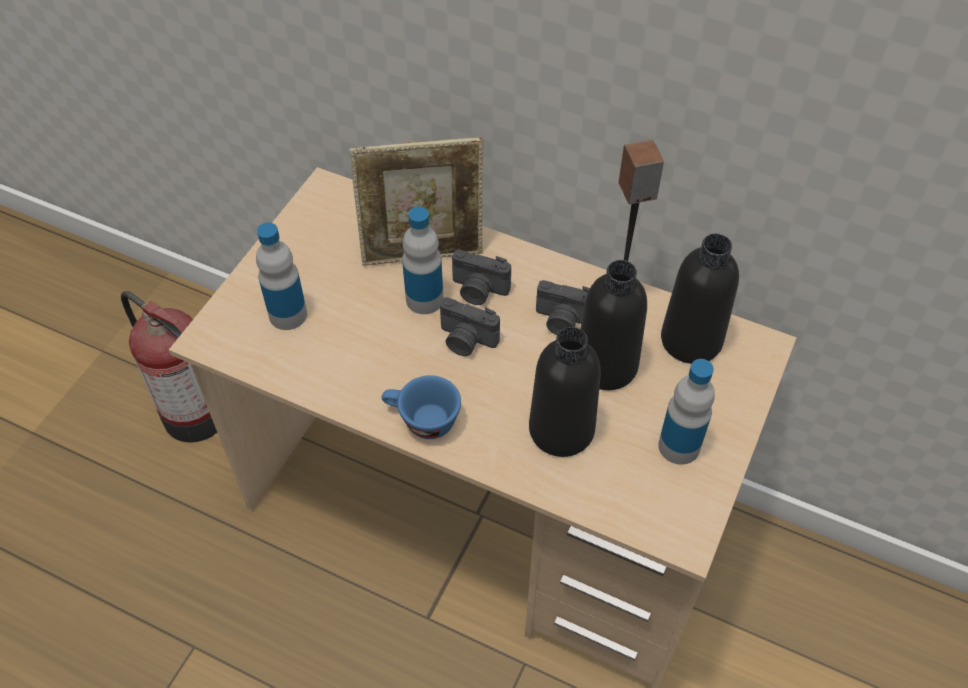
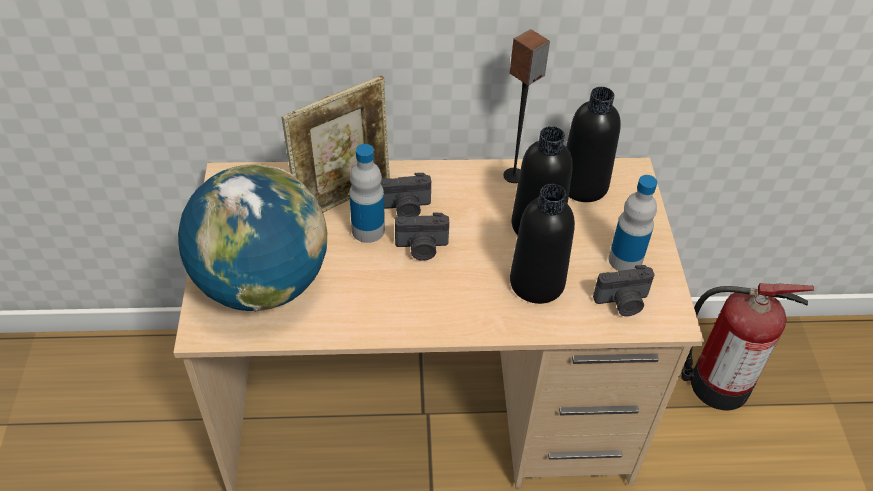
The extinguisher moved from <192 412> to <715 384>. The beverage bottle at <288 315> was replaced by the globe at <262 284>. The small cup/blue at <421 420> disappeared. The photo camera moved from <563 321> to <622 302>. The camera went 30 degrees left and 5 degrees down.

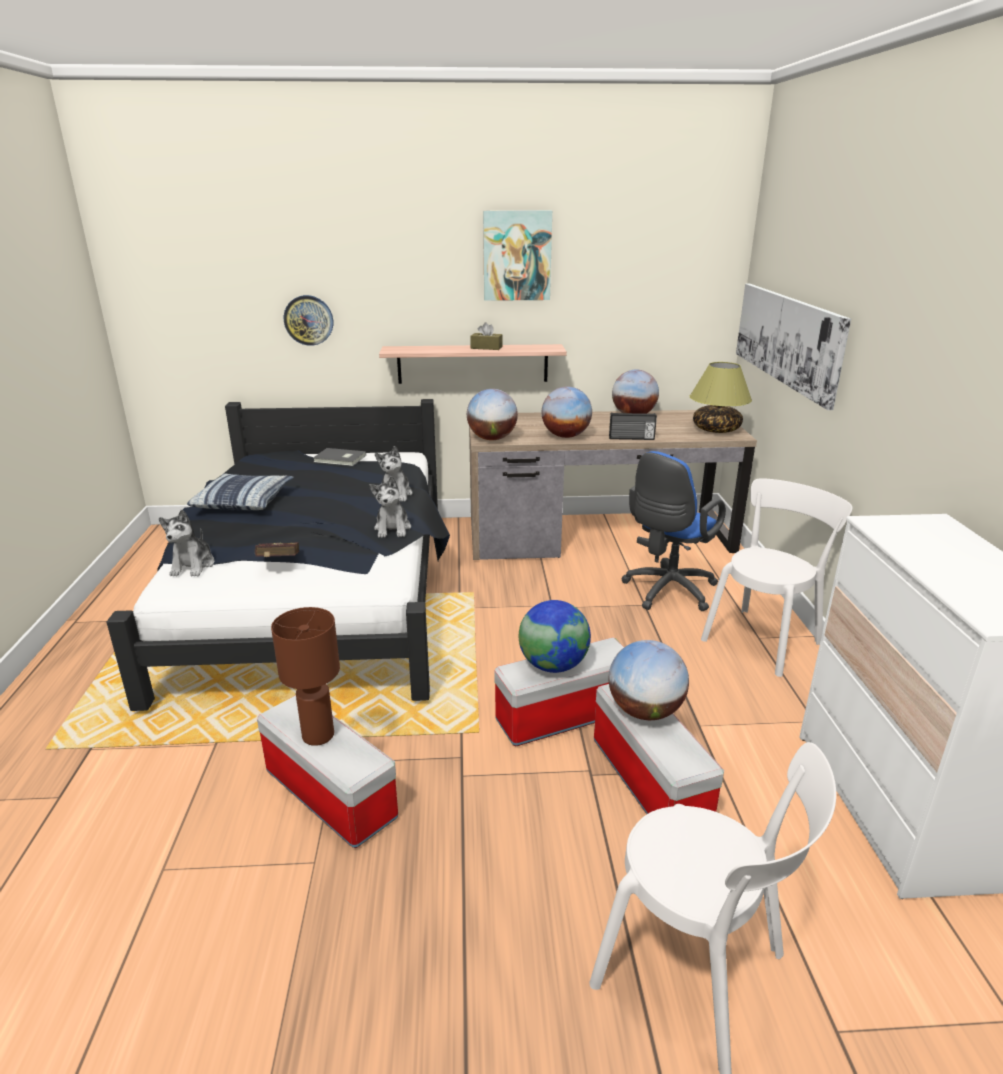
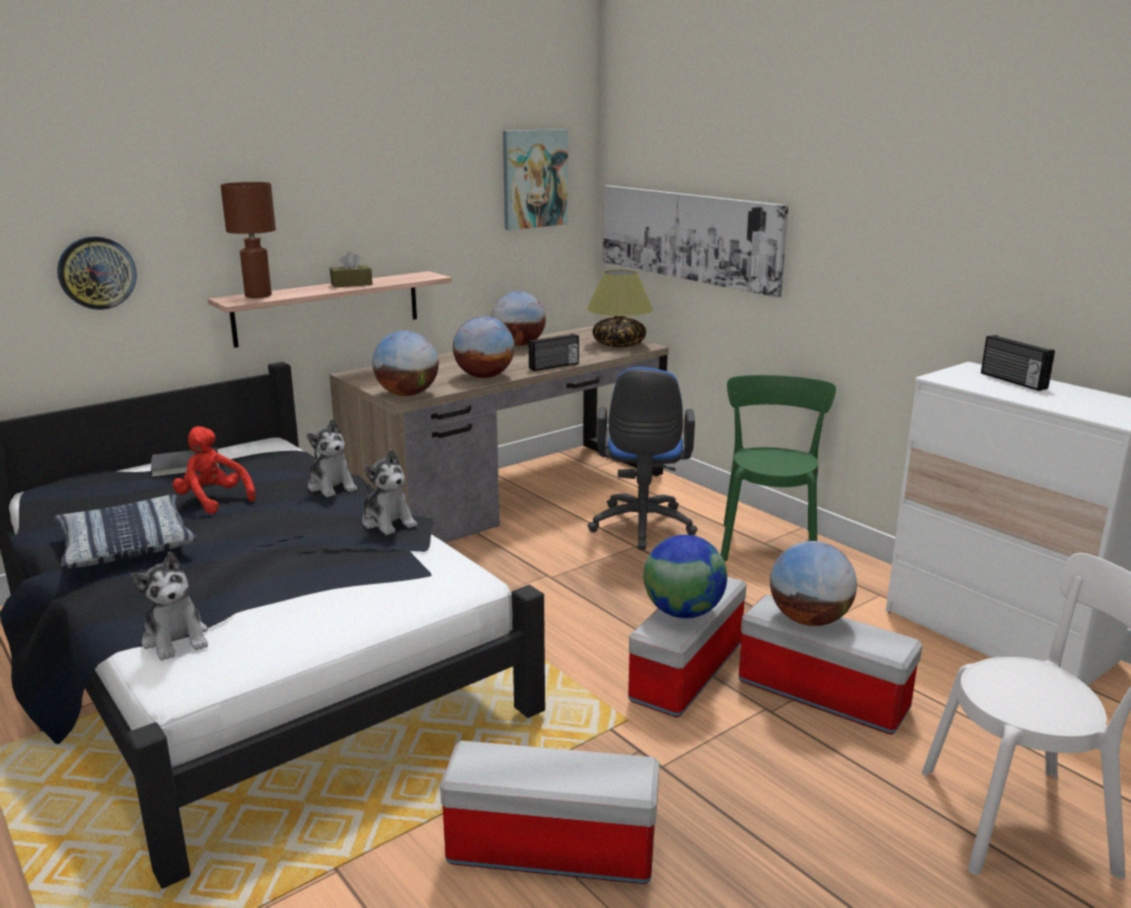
The book/red at <278 564> disappeared. The lamp for a table/brownish moved from <317 736> to <258 296>. The picture moved from <517 256> to <534 179>. The plain chair/whitish at <763 639> became the plain chair/green at <768 542>. The soft toy/red at <213 501> appeared. The radio at <1012 381> appeared. The camera went 35 degrees left and 5 degrees down.

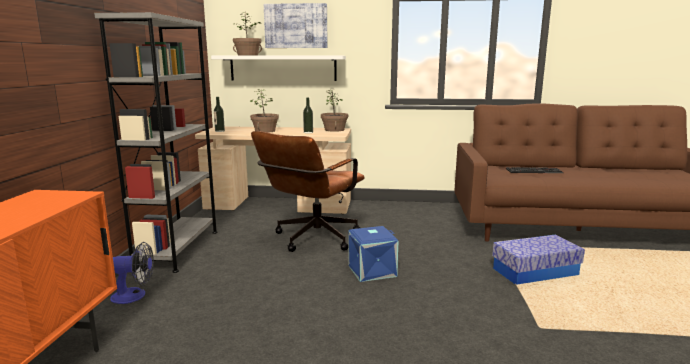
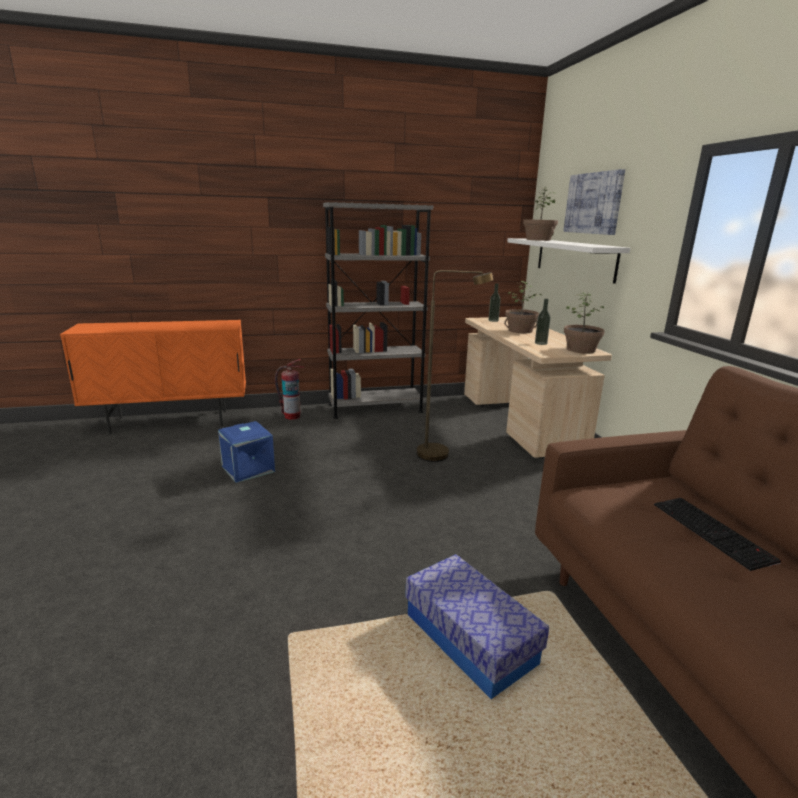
The cooling fan at <134 296> was replaced by the extinguisher at <292 416>. The office chair/brownish at <312 240> was replaced by the standing lamp/brownish at <442 455>. The storage container/blue moved from <372 271> to <247 469>. The camera went 70 degrees right and 5 degrees up.

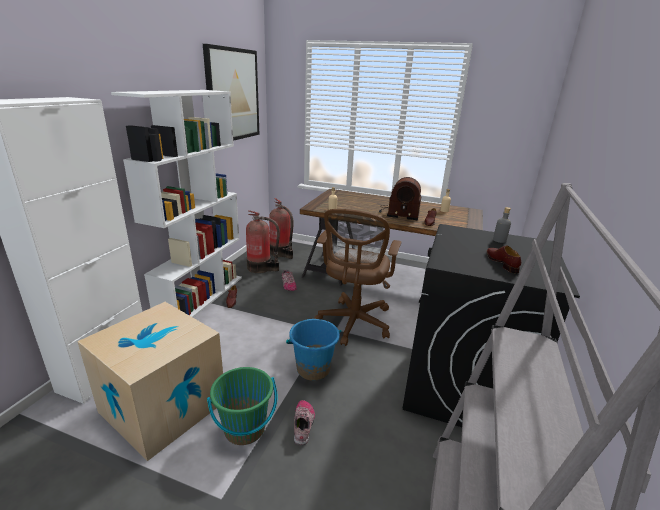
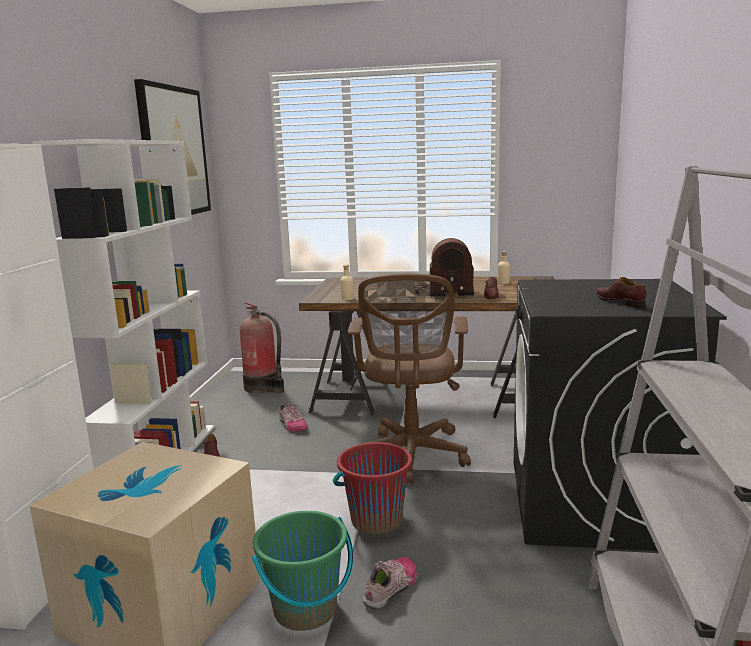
The extinguisher at <261 268> disappeared. The bucket/blue at <313 369> became the bucket/red at <376 520>. The low shoe at <303 424> turned 45 degrees clockwise. The beverage bottle/greyish at <499 240> disappeared. The camera went 10 degrees left and 10 degrees down.

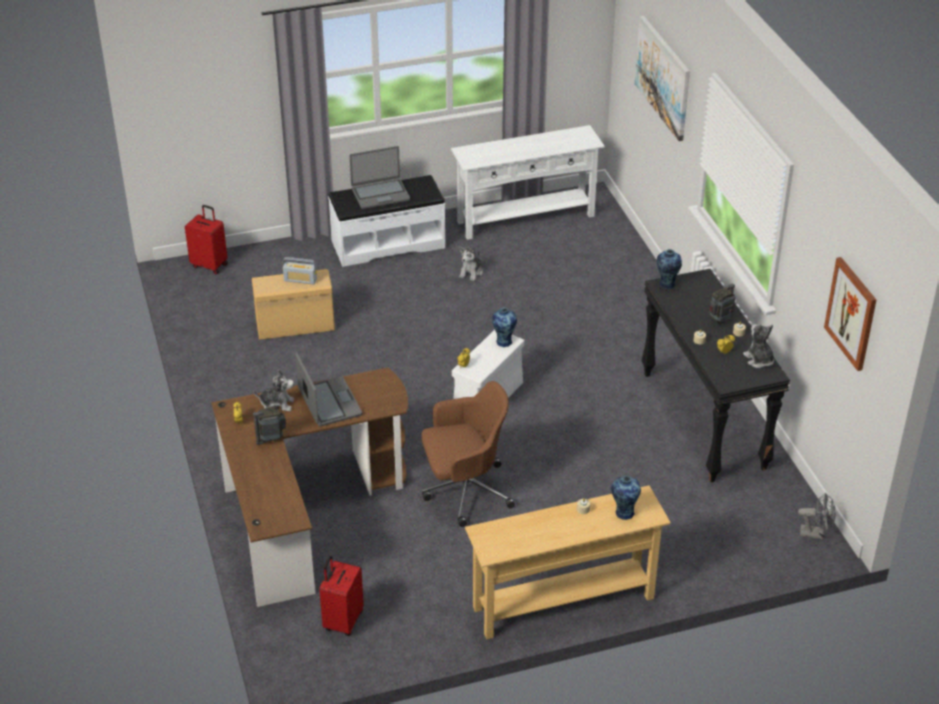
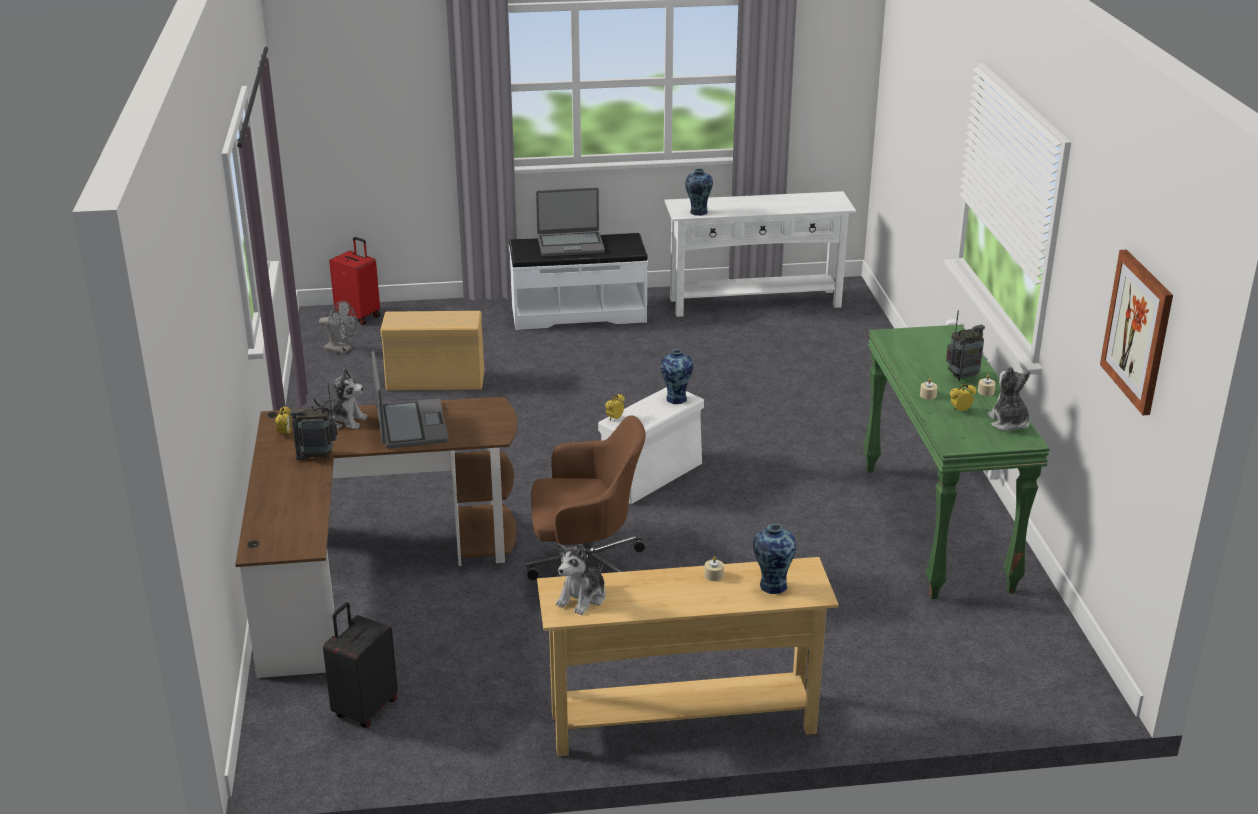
The radio at <300 280> disappeared. The piece of luggage/red at <342 621> became the piece of luggage/black at <364 709>. The soft toy moved from <471 272> to <582 598>. The picture at <663 77> disappeared. The console table/black at <704 420> became the console table/green at <938 527>. The decorative vase moved from <666 284> to <698 212>. The cooling fan/greyish moved from <816 533> to <341 350>. The camera went 10 degrees right and 10 degrees down.

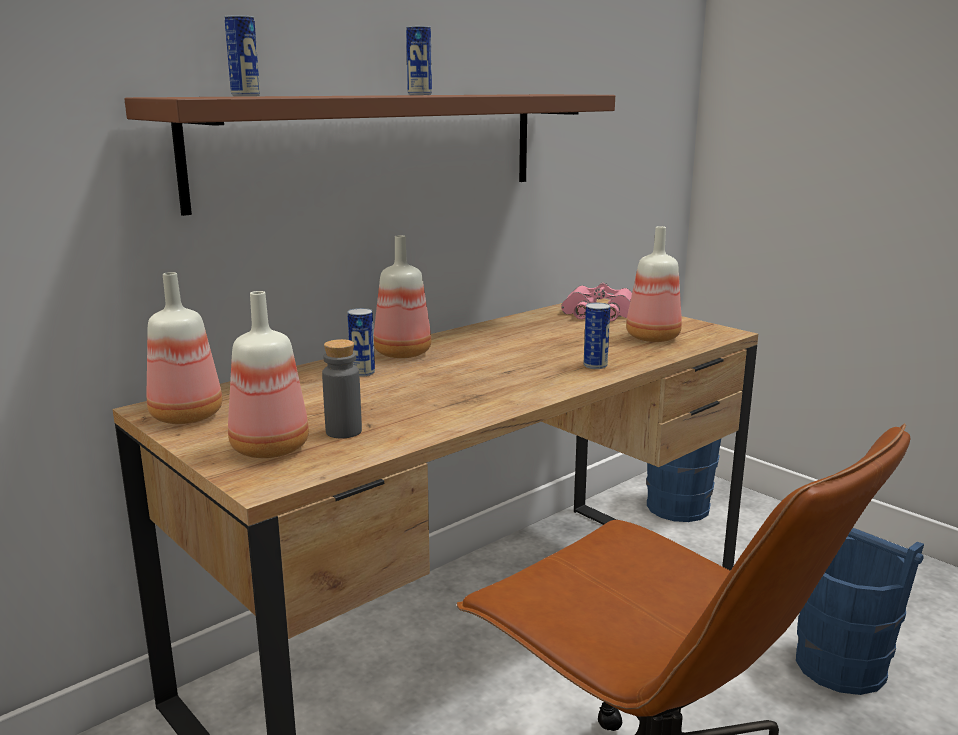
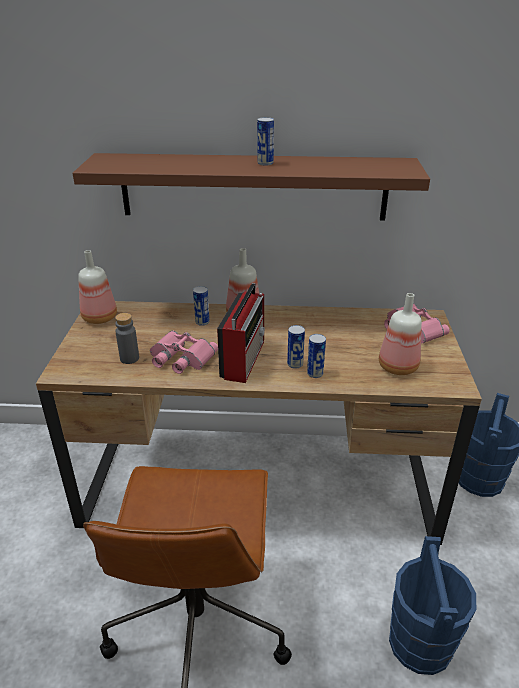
The can moved from <245 96> to <295 364>. The beverage bottle at <271 449> disappeared. The pair of binoculars/pinkish at <180 358> appeared. The radio at <244 358> appeared. The camera went 45 degrees right and 15 degrees up.

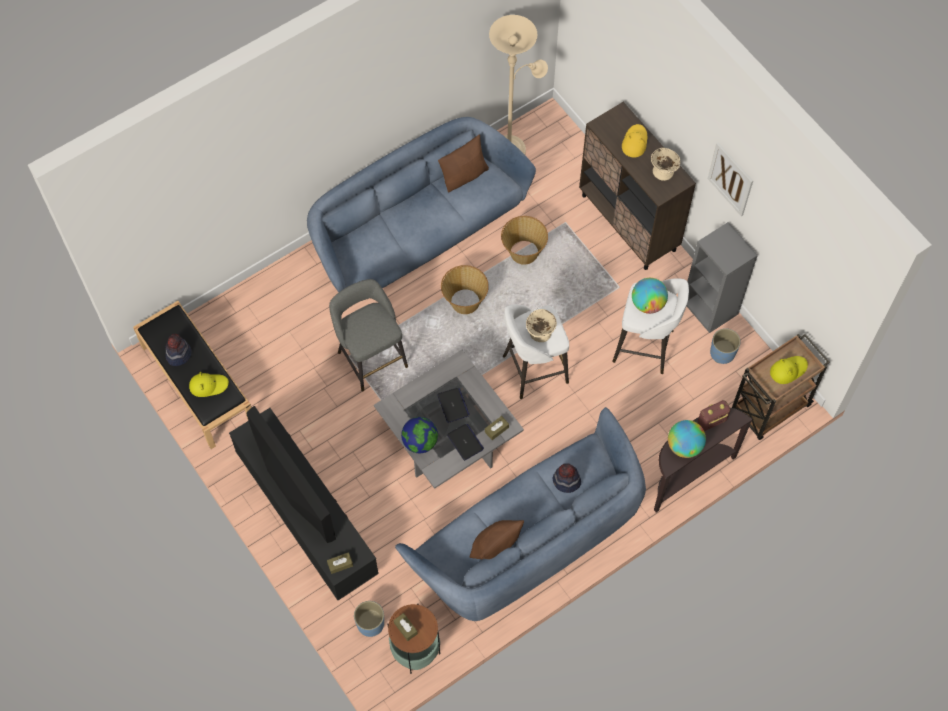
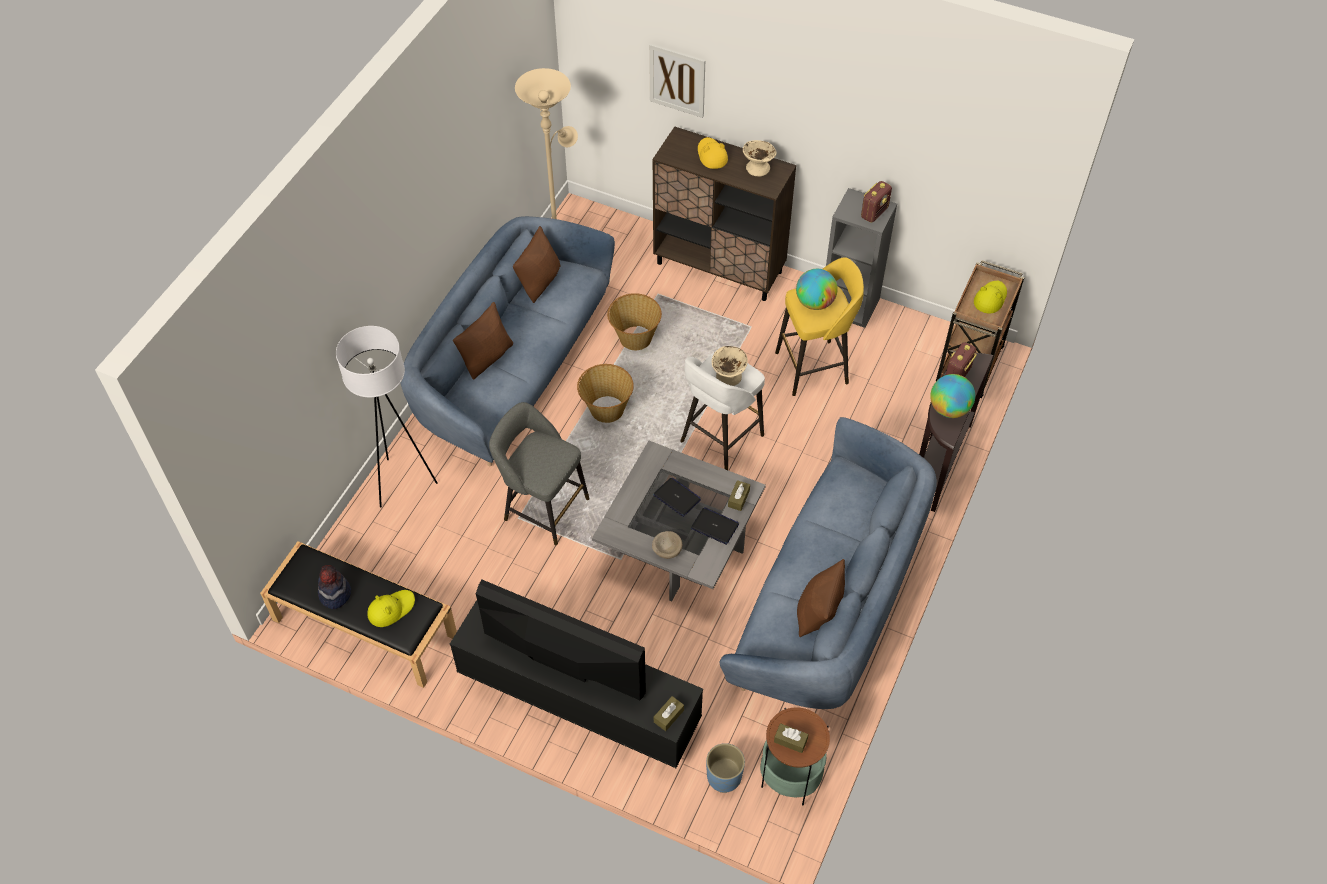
The globe at <420 442> was replaced by the deep dish/beige-coloured at <667 550>. The wearable hat at <566 481> disappeared. The sitting stool/whitish at <645 347> became the sitting stool/yellow at <814 367>. The picture moved from <730 179> to <677 80>. The planter/blue at <722 353> disappeared. The standing lamp/whitish at <402 483> appeared. The pillow/brownish at <487 357> appeared. The radio at <874 212> appeared. The camera went 30 degrees left and 10 degrees down.

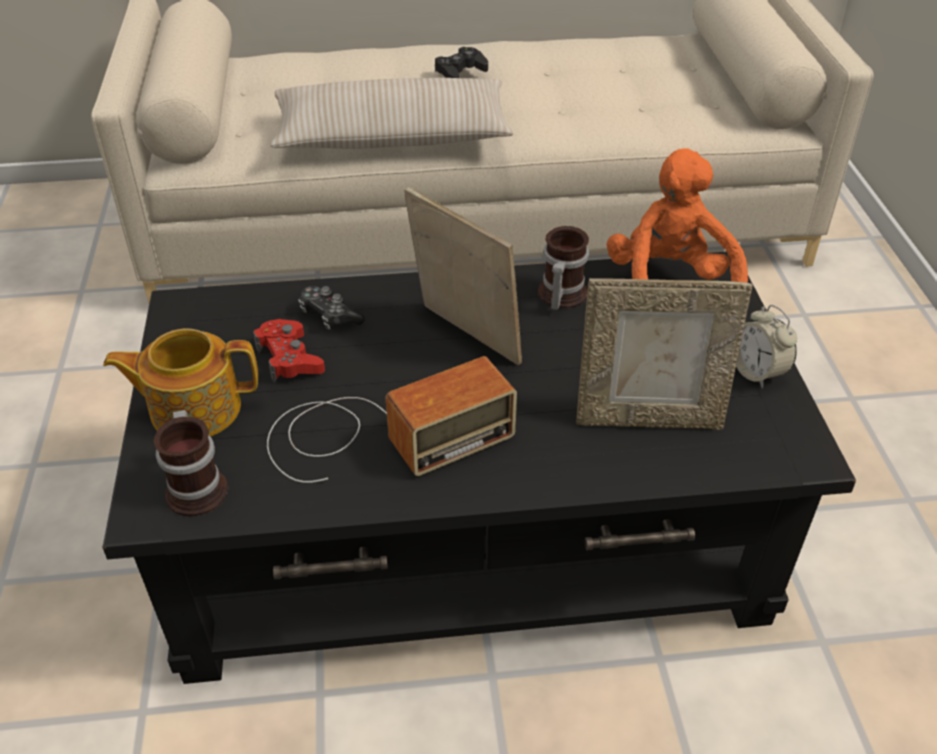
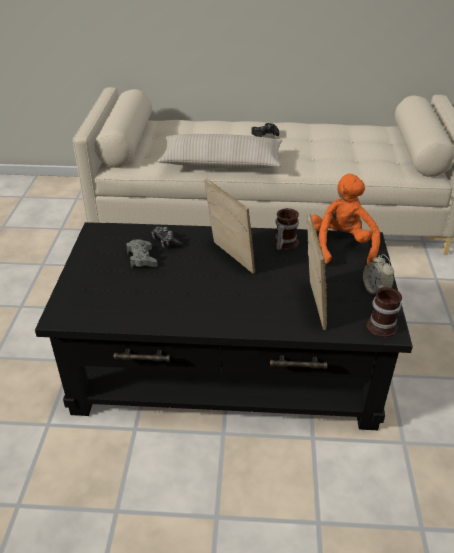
The tea pot at <193 408> disappeared. The mug moved from <199 486> to <382 324>. The game controller/red at <289 358> became the game controller/greyish at <142 258>. The radio at <379 435> disappeared. The photo frame at <649 418> turned 105 degrees counterclockwise. The camera went 10 degrees right and 5 degrees down.

